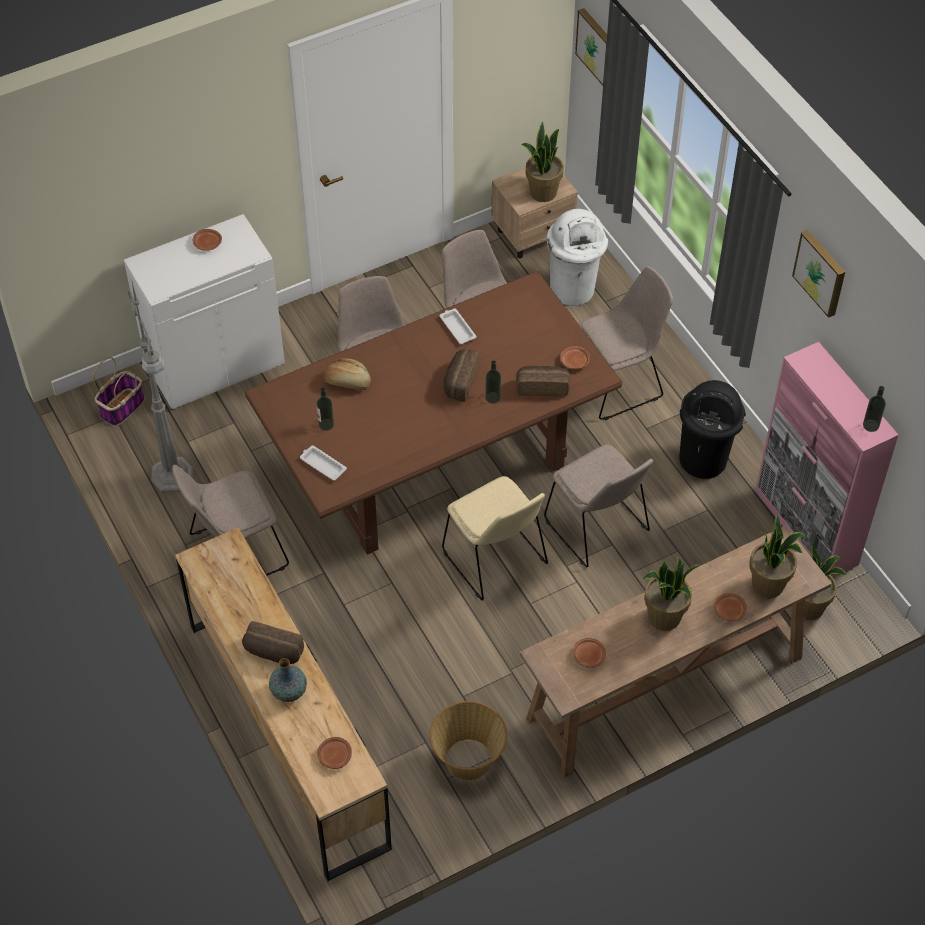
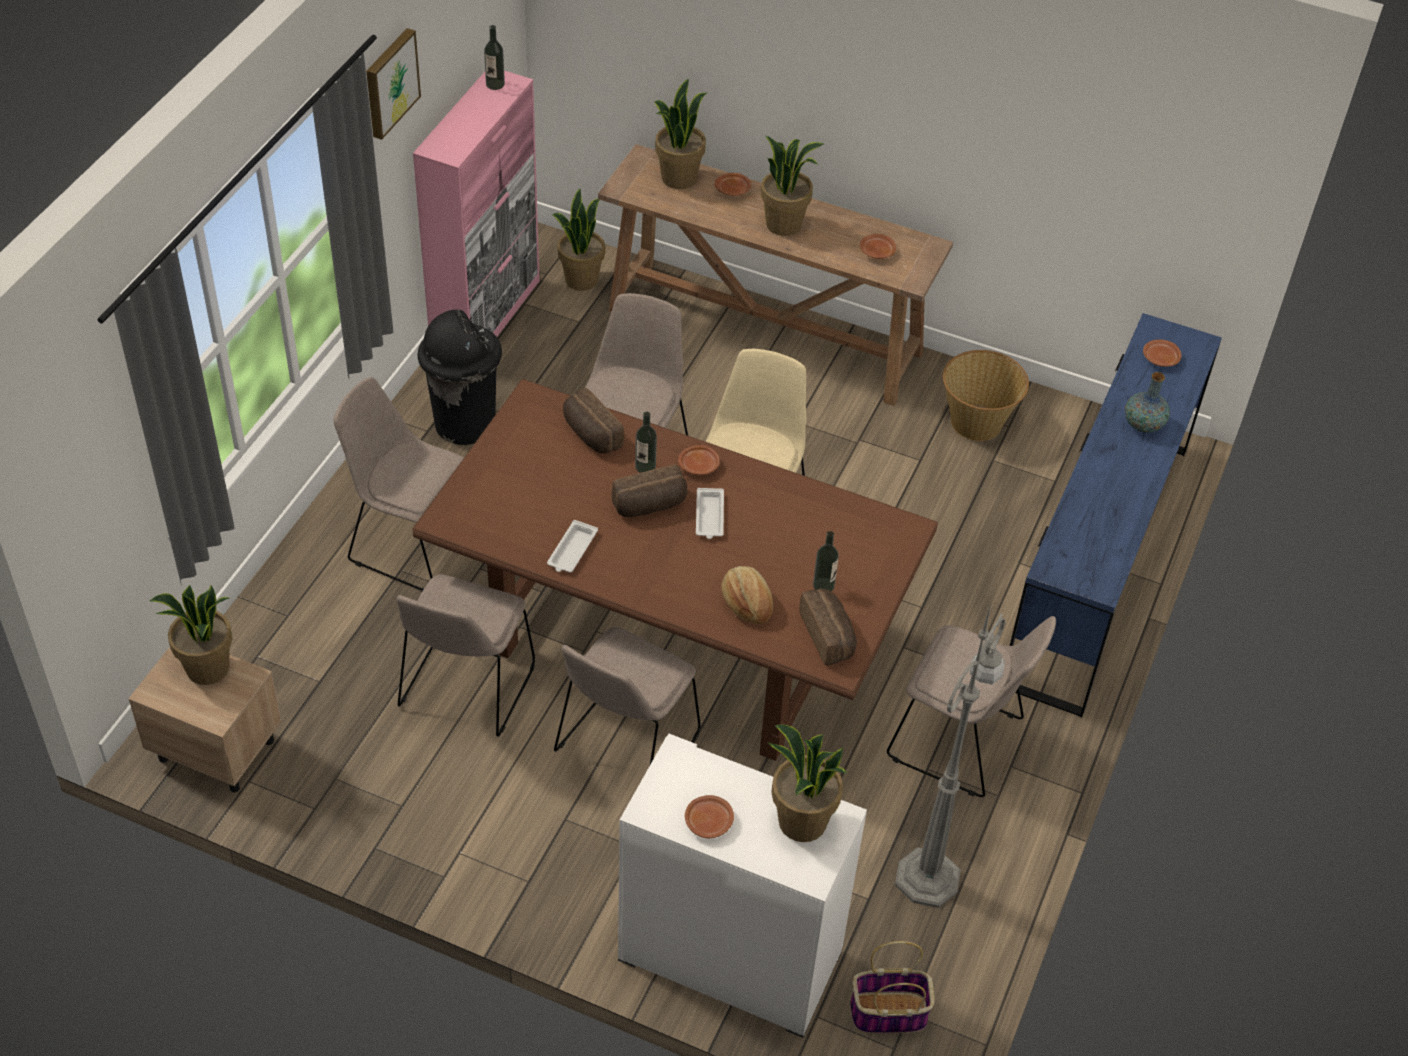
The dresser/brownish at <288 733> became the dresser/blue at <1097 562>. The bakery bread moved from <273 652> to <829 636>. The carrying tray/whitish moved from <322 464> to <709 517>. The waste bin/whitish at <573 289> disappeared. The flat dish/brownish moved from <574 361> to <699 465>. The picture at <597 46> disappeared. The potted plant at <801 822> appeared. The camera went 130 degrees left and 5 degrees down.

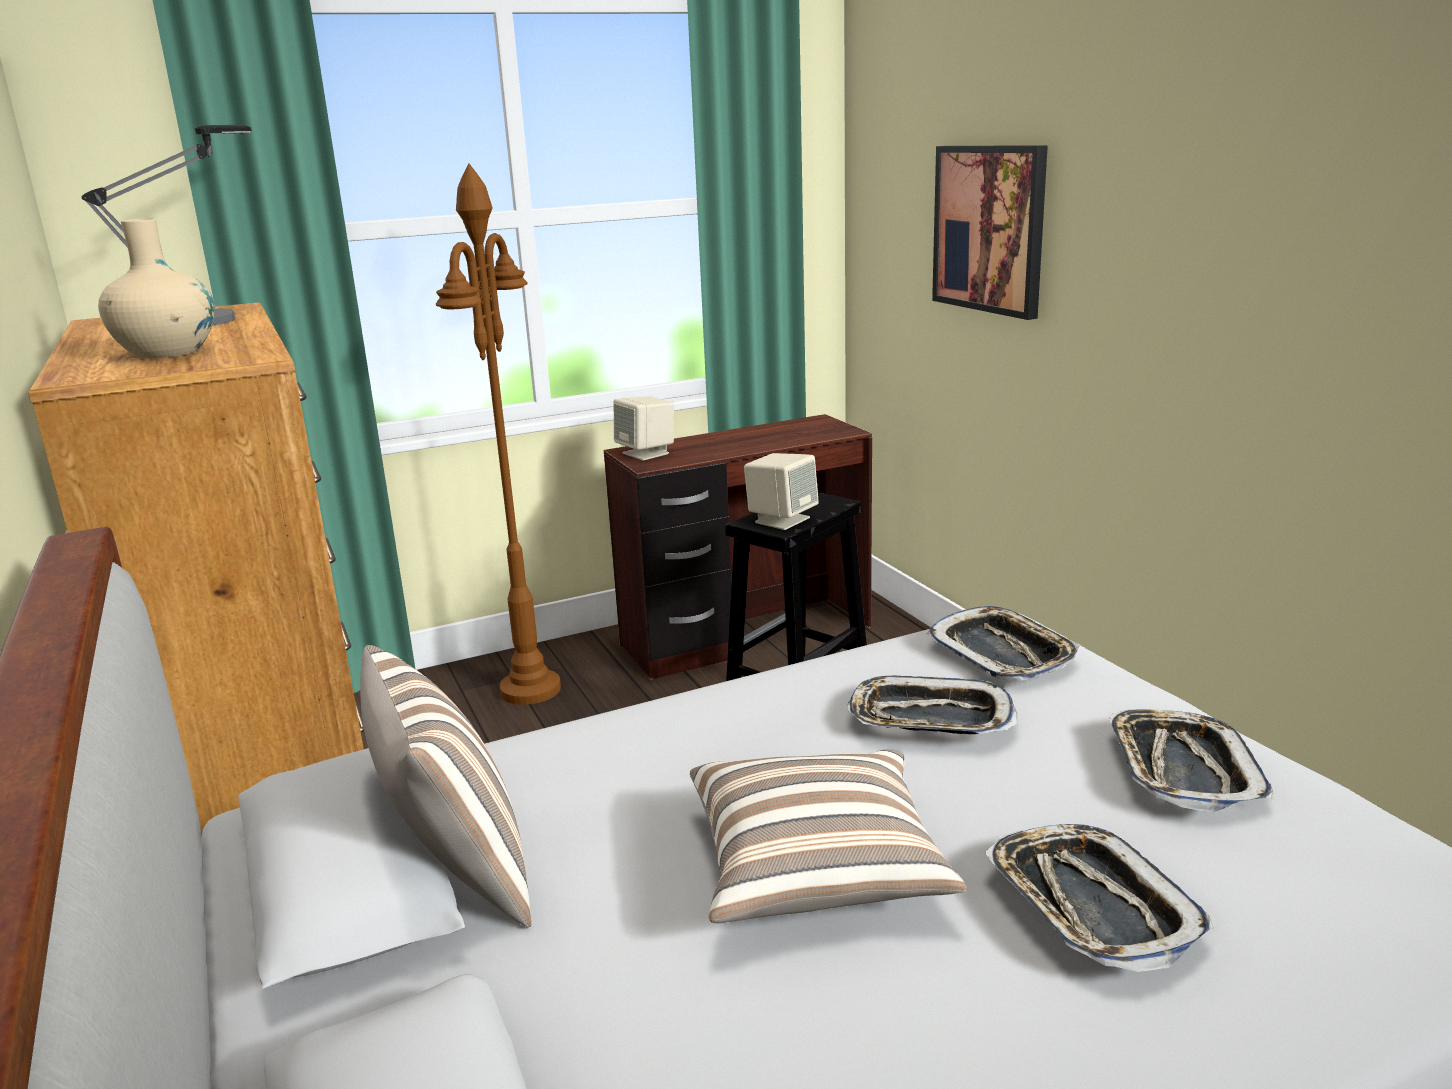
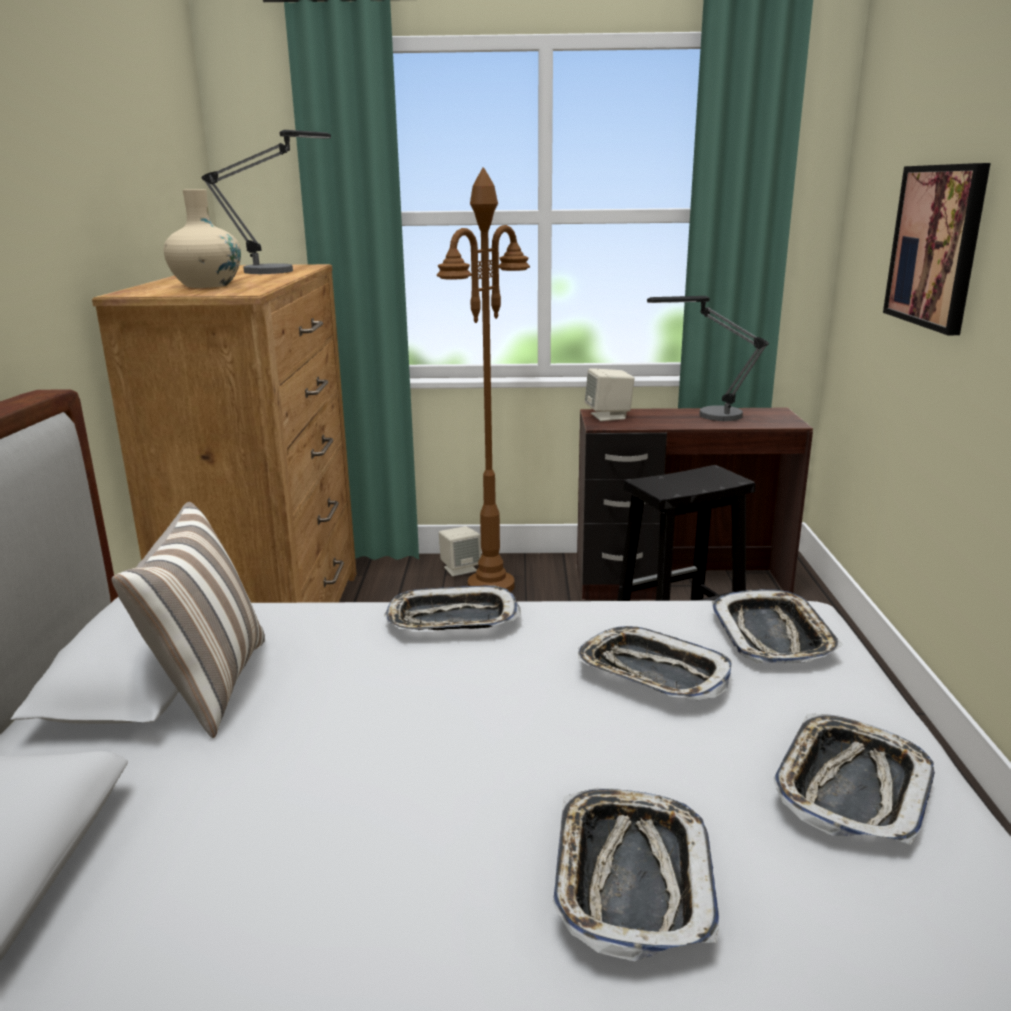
The pillow at <816 868> disappeared. The audio speaker/beige-coloured moved from <782 520> to <460 569>. The carrying tray at <452 619> appeared. The lamp for a table at <707 415> appeared. The camera went 25 degrees right and 0 degrees up.

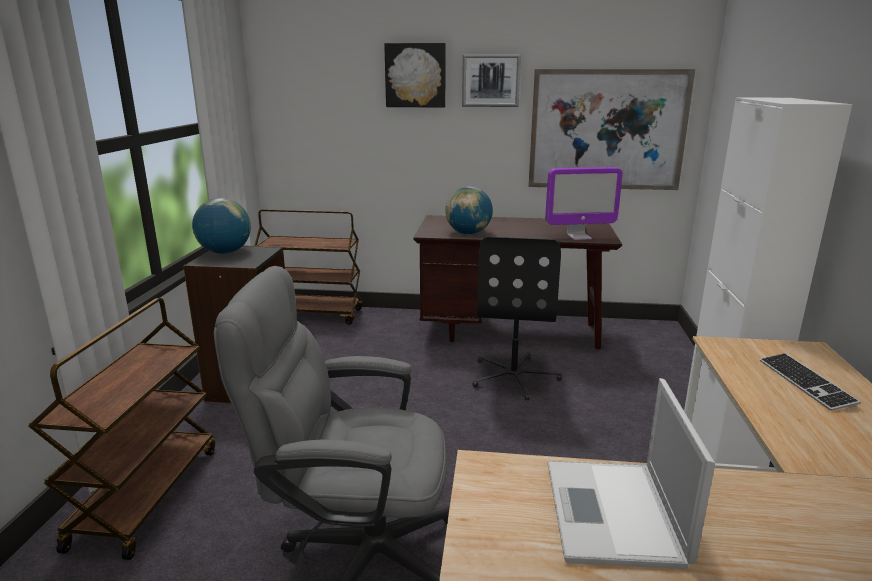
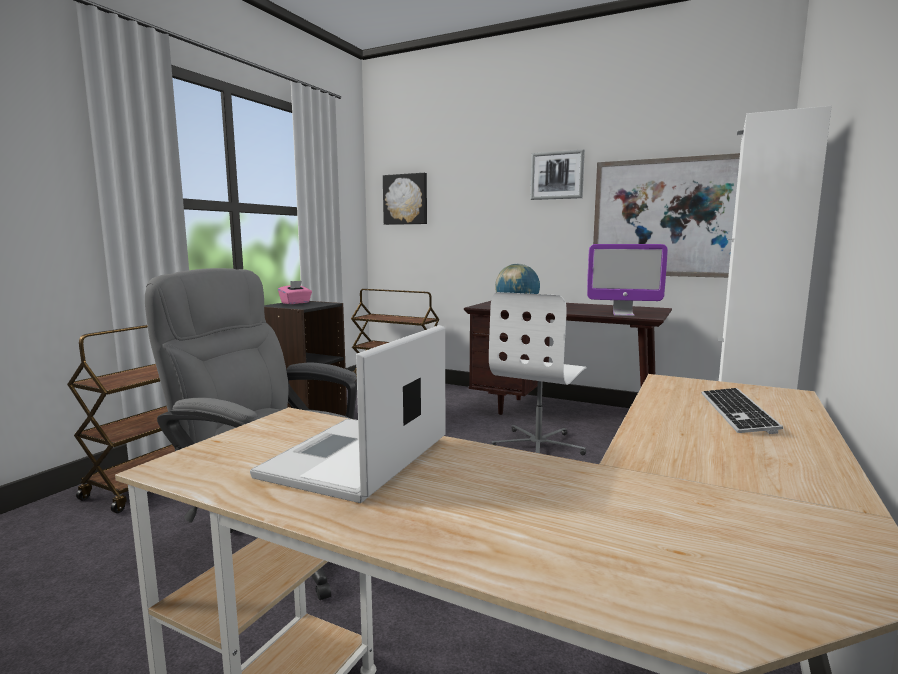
The globe at <225 252> was replaced by the tissue box/pinkish at <295 303>. The picture moved from <415 75> to <406 199>. The office chair/black at <514 376> became the office chair/whitish at <539 446>. The camera went 20 degrees right and 10 degrees down.

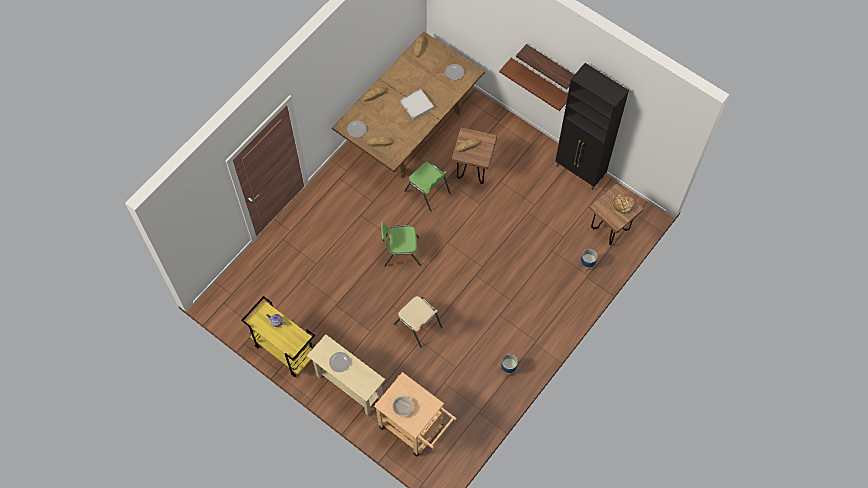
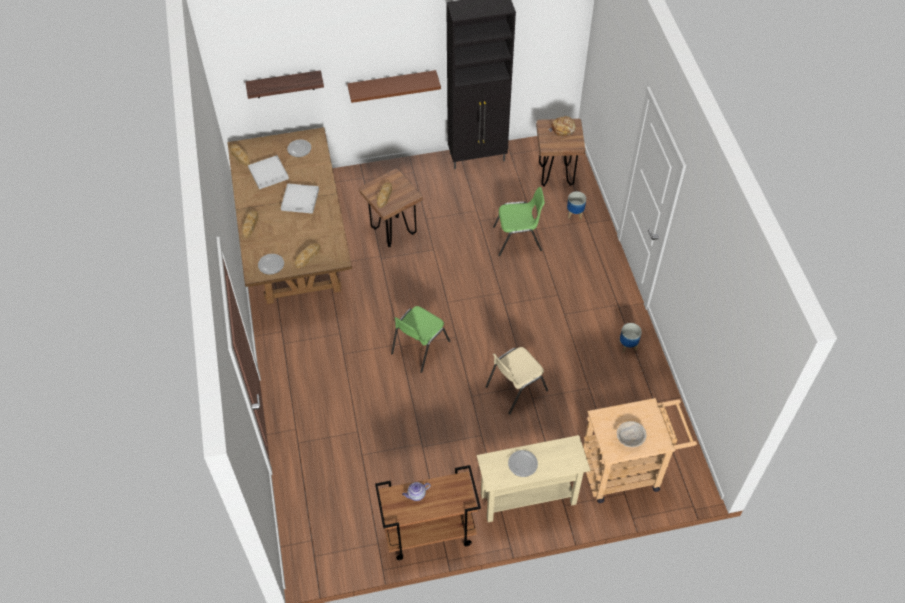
The cart/yellow at <284 350> became the cart/brownish at <428 533>. The plain chair/beige-coloured at <418 326> turned 150 degrees clockwise. The plain chair/green moved from <428 192> to <518 239>. The wall shelf moved from <550 65> to <284 84>. The carrying tray/whitish at <268 173> appeared. The camera went 50 degrees left and 10 degrees down.

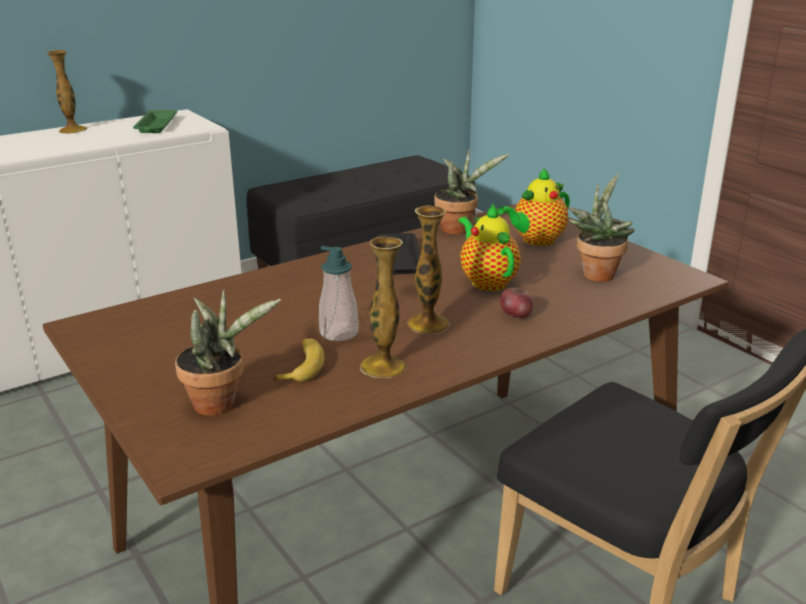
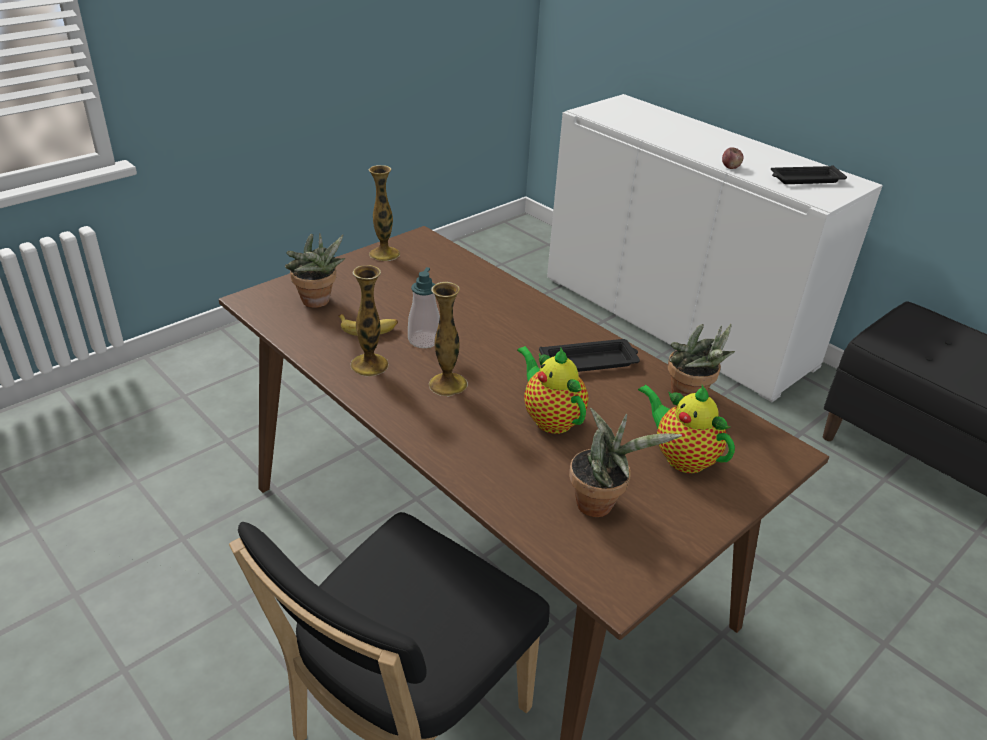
The decorative vase moved from <72 130> to <384 254>. The carrying tray/green at <156 126> became the carrying tray/black at <805 179>. The tea pot at <486 281> turned 90 degrees counterclockwise. The whole apple moved from <516 315> to <730 167>. The camera went 80 degrees right and 10 degrees up.

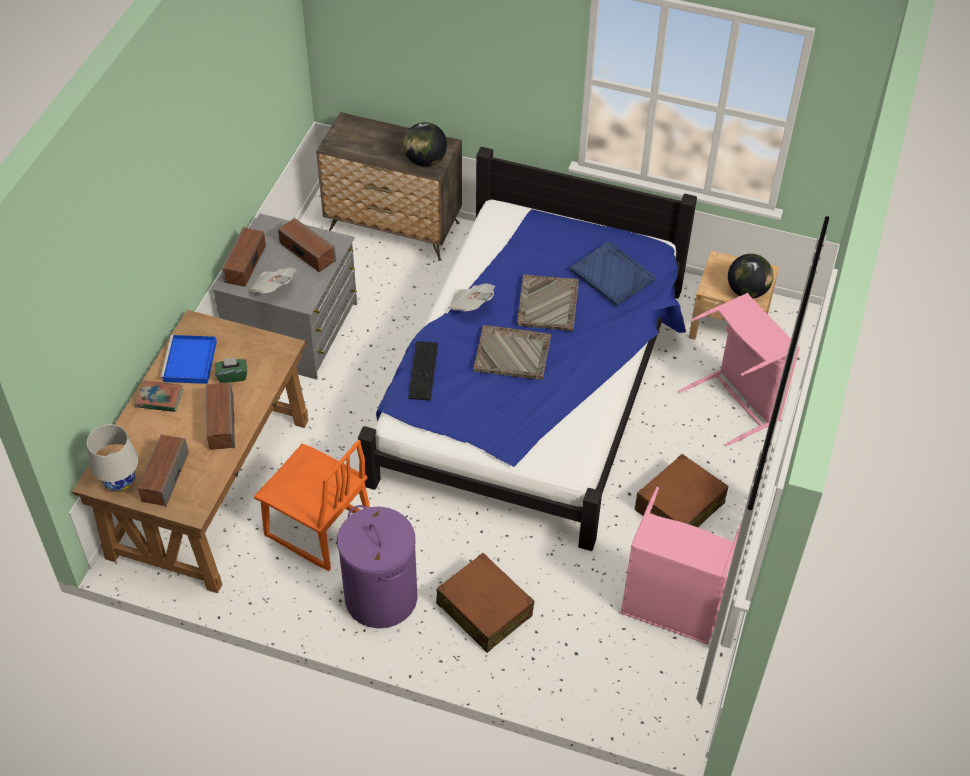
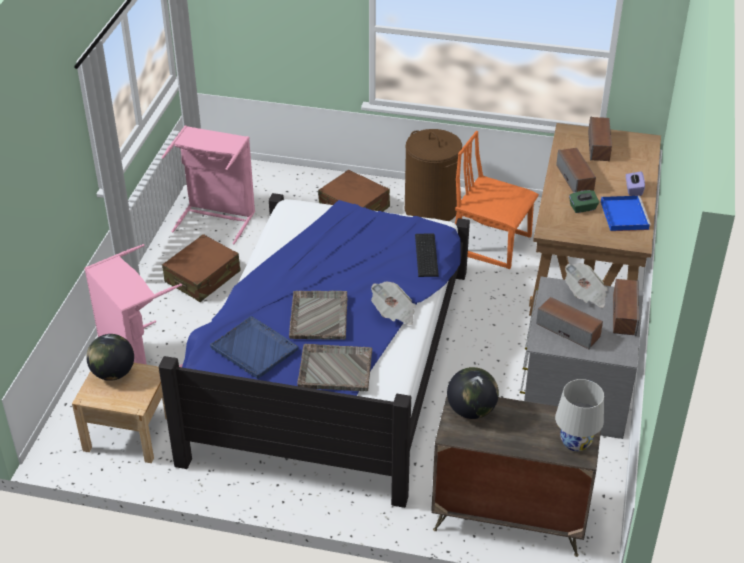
The lamp for a table/whitish moved from <120 482> to <575 442>. The book at <159 398> was replaced by the tissue box/purple at <633 190>. The laundry basket/purple at <380 597> became the laundry basket/brownish at <431 209>. The carrying tray/greyish moved from <513 354> to <334 369>. The camera went 175 degrees right and 10 degrees down.

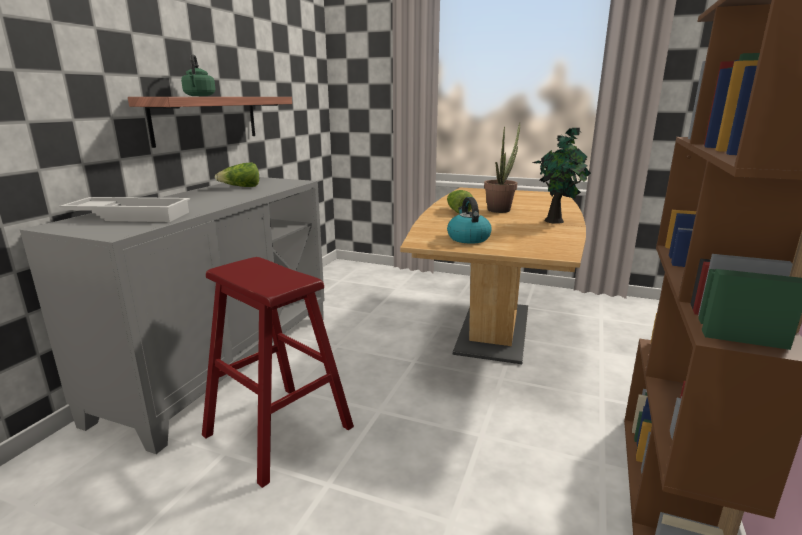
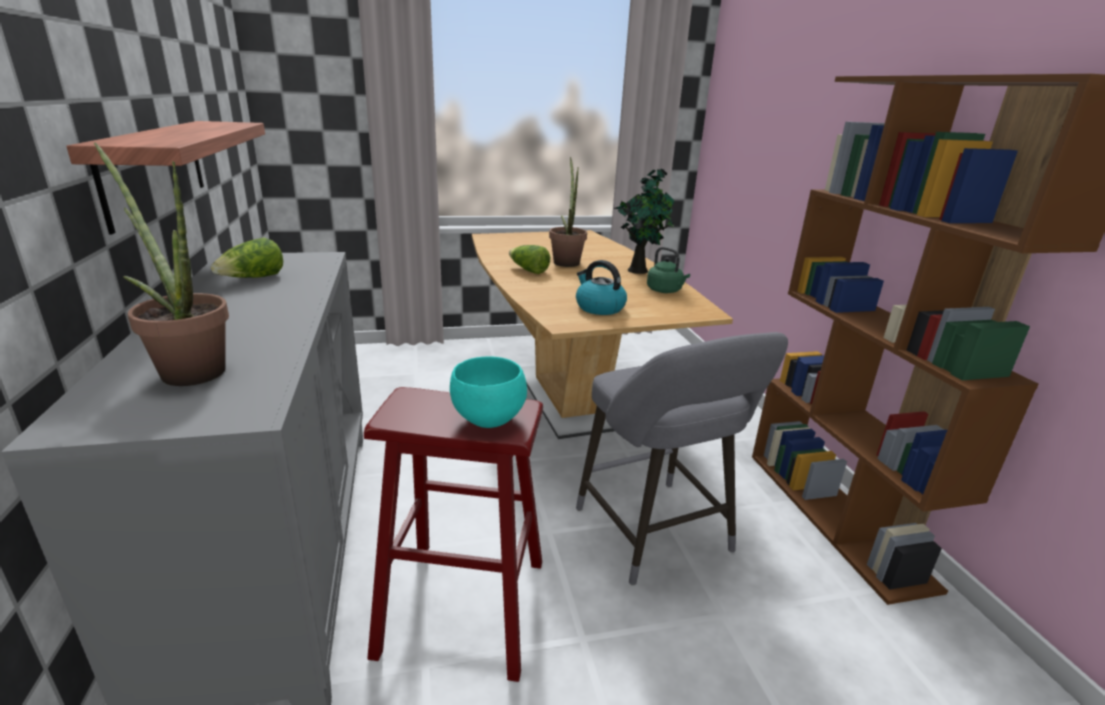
The carrying tray/whitish at <132 216> was replaced by the potted plant at <187 369>. The water kettle/green moved from <199 96> to <665 291>. The deep dish/blue-green at <488 420> appeared. The sitting stool/greyish at <657 536> appeared. The camera went 35 degrees left and 5 degrees up.

